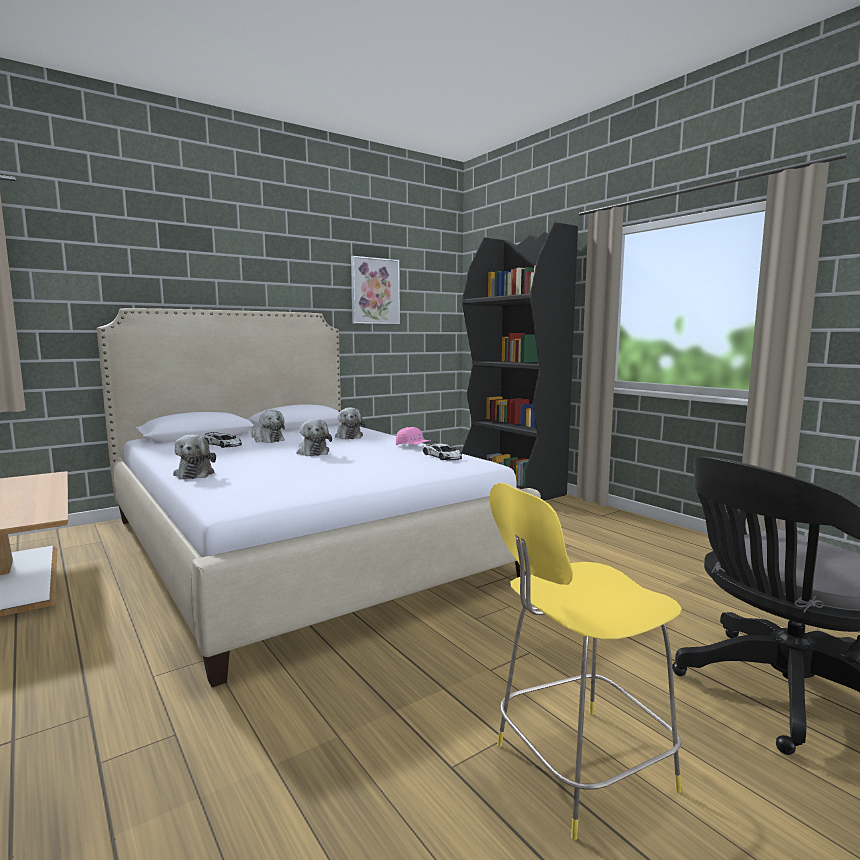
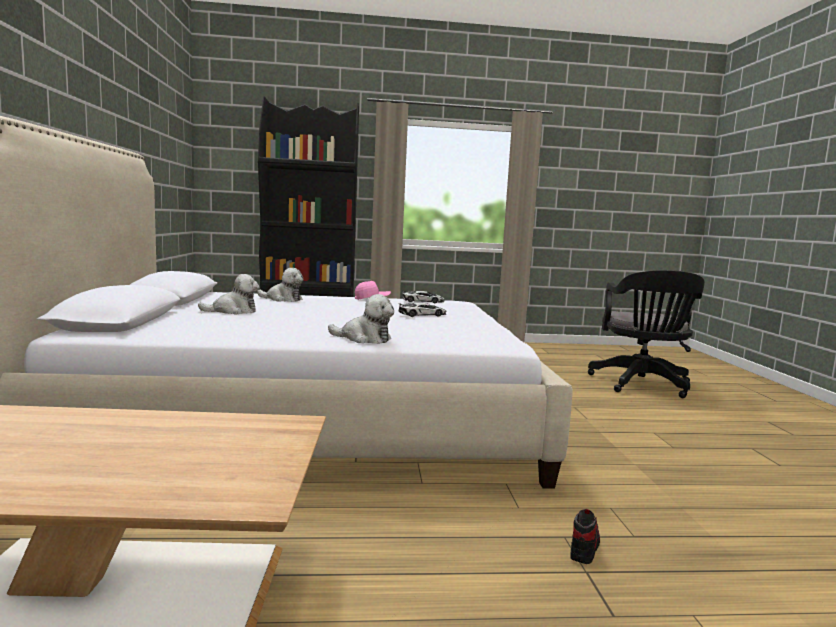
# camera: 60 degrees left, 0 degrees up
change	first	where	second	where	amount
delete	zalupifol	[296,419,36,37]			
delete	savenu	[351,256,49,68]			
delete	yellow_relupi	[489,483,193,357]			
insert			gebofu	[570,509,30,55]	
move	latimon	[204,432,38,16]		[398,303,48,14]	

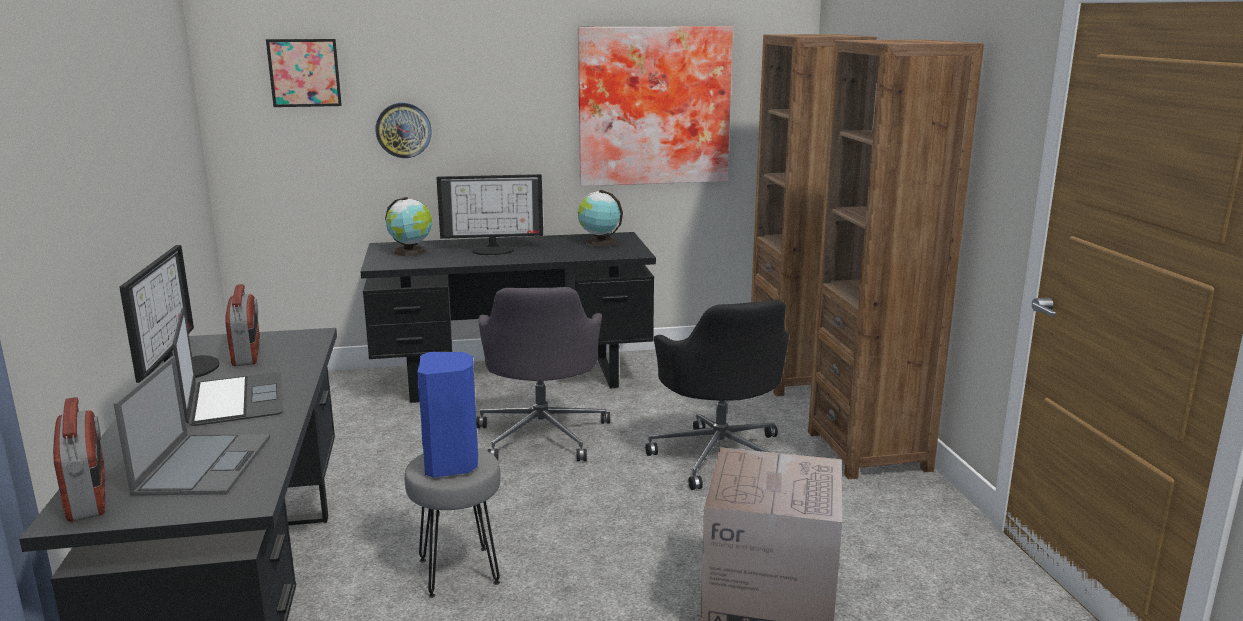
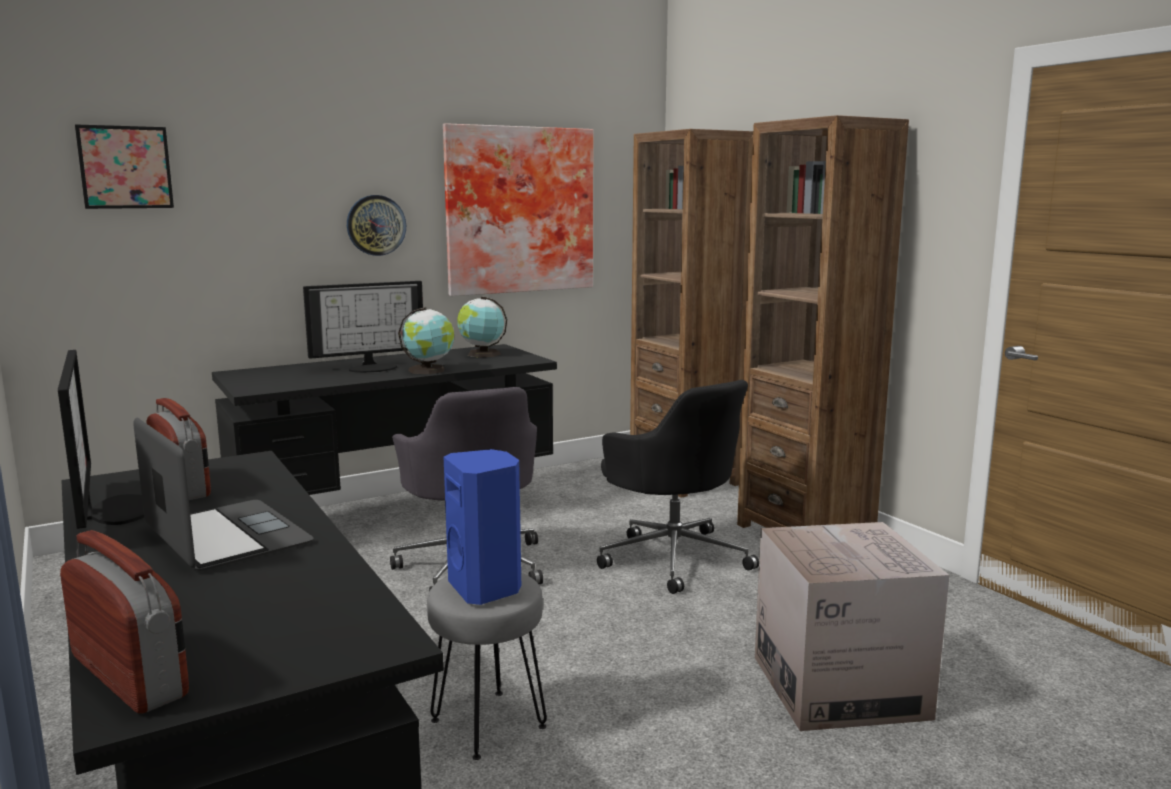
# camera: 20 degrees left, 5 degrees down
change	first	where	second	where	amount
delete	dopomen	[114,356,156,140]			
move	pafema	[375,103,57,55]		[347,195,59,61]	
move	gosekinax	[385,197,47,59]		[398,307,56,67]	

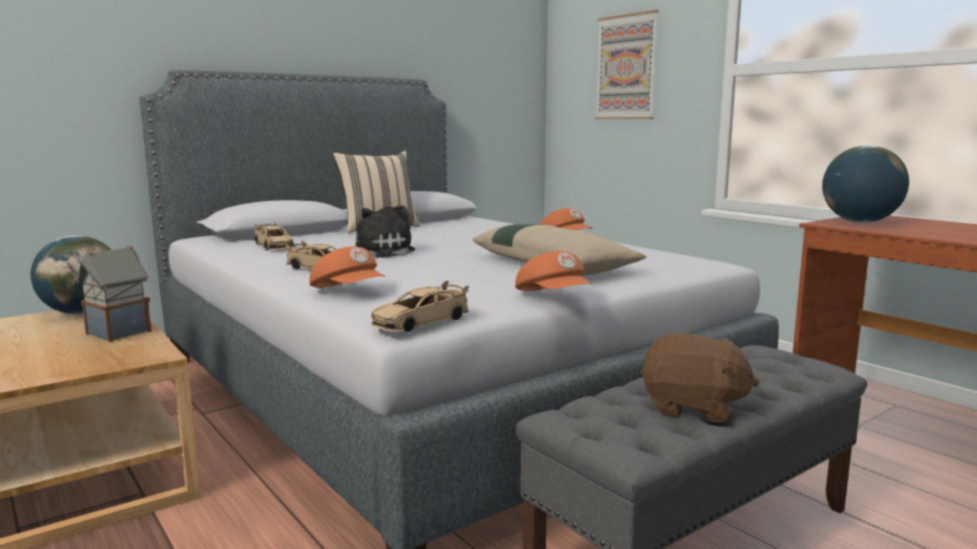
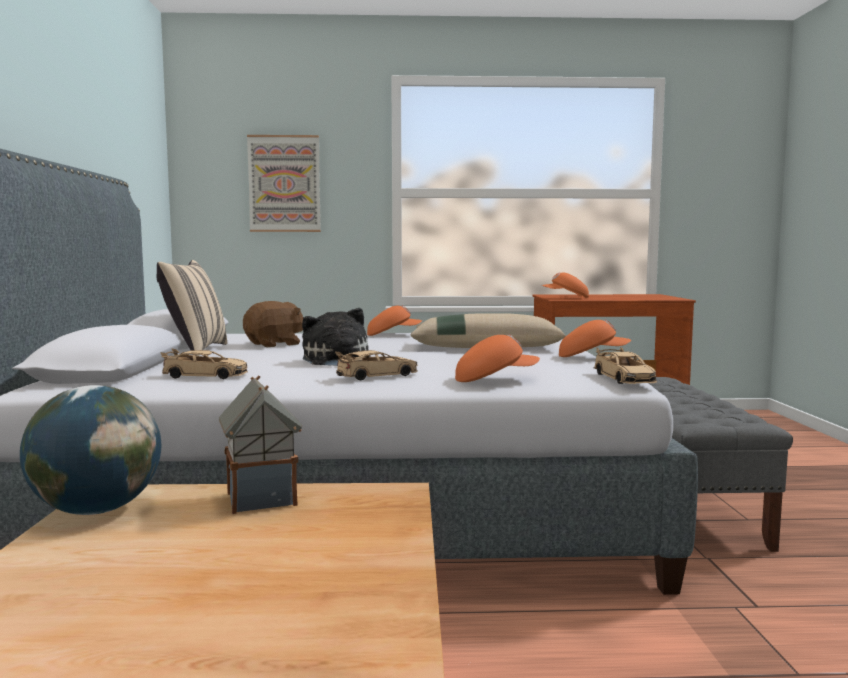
# camera: 55 degrees left, 5 degrees down
change	first	where	second	where	amount
move	brown_zalupifol	[640,333,120,90]		[243,301,61,46]	
replace	gosekinax	[822,145,87,78]	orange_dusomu	[542,272,47,26]	

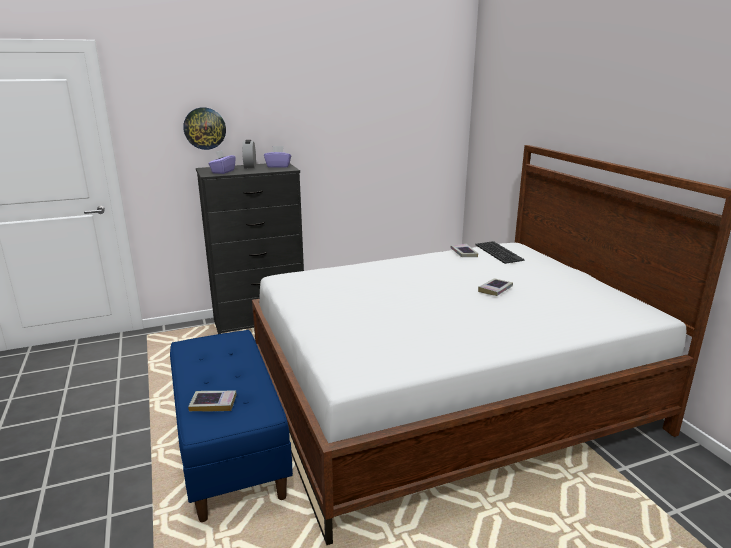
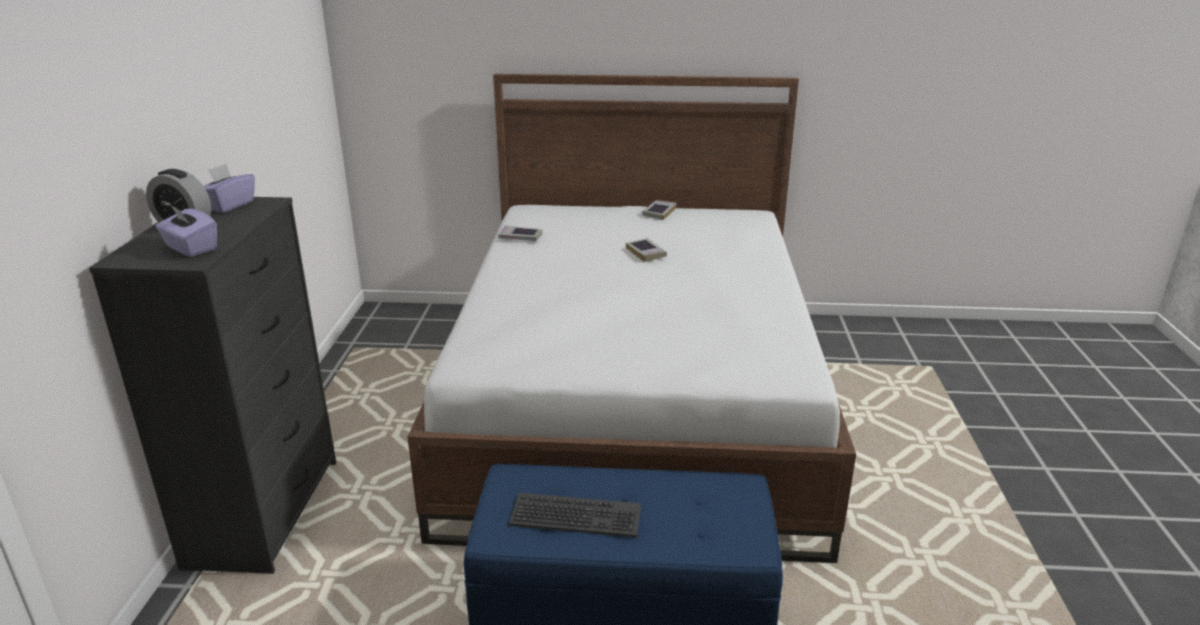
# camera: 65 degrees left, 5 degrees up
change	first	where	second	where	amount
delete	pafema	[183,107,43,43]			
move	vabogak	[188,391,49,21]		[642,200,34,20]	
move	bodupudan	[475,241,49,23]		[508,493,133,45]	

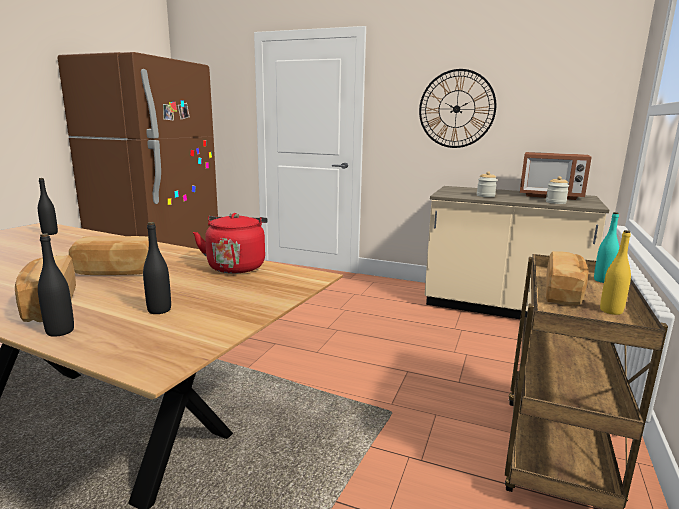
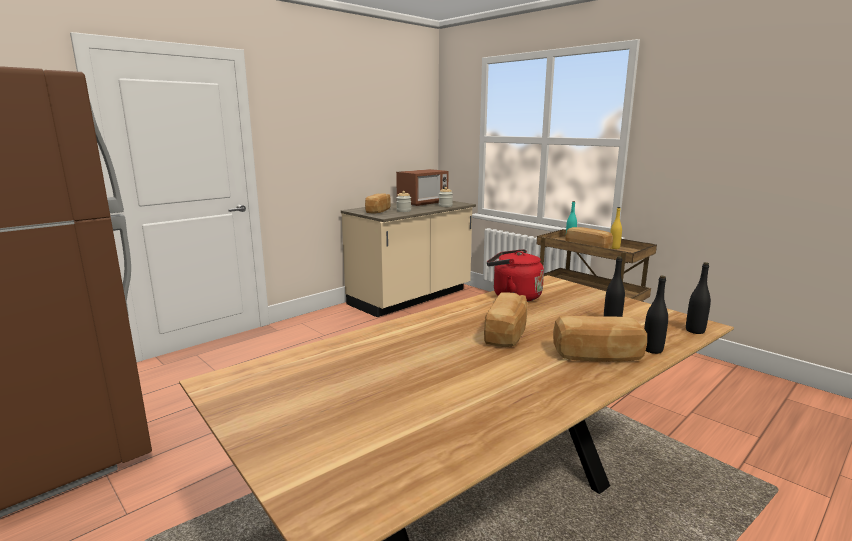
# camera: 65 degrees left, 0 degrees up
change	first	where	second	where	amount
delete	pafema	[419,69,77,79]			
insert			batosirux	[365,194,26,20]	
move	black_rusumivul	[38,178,20,57]		[686,262,25,72]	

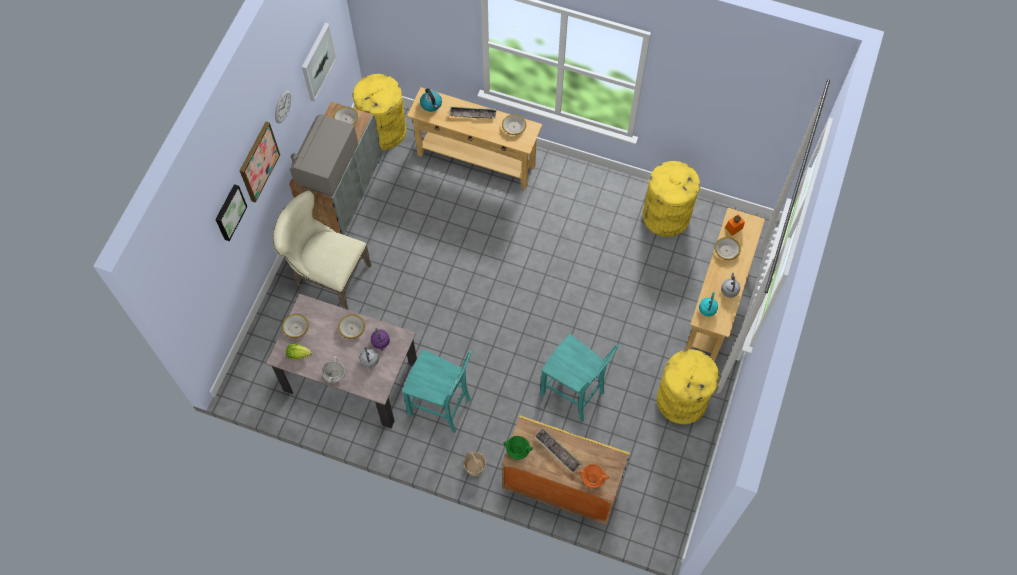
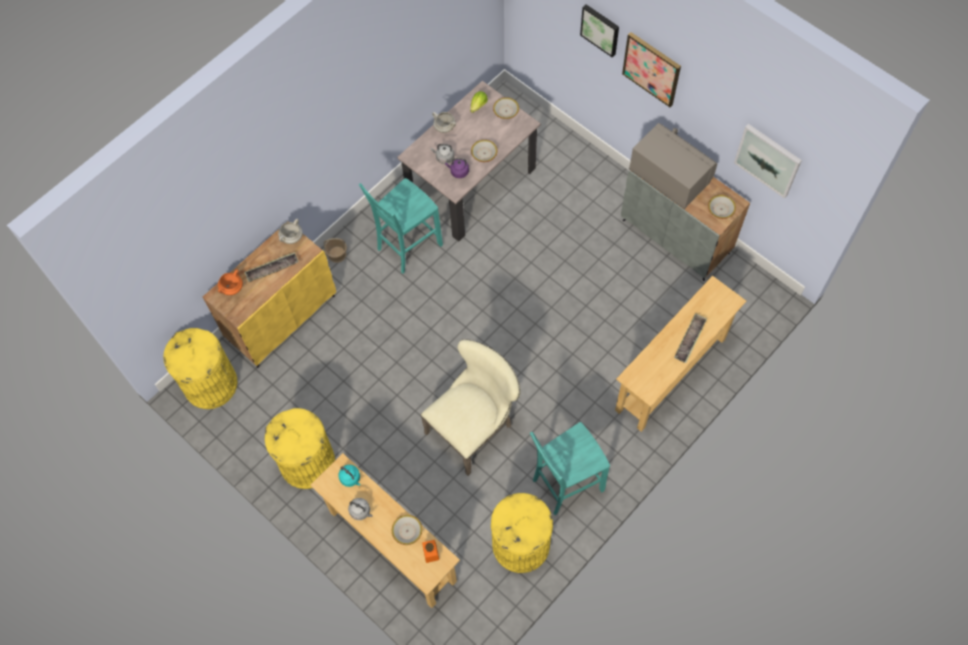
# camera: 115 degrees right, 0 degrees up
change	first	where	second	where	amount
delete	pafema	[275,90,16,34]			
delete	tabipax	[420,88,22,24]			
delete	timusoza	[502,114,24,21]			
move	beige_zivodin	[272,190,99,120]		[421,339,100,137]	
move	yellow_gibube	[353,74,53,76]		[163,328,75,81]	
move	turquoise_zivodin	[540,334,79,88]		[530,422,80,93]	
recolor	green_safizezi	[503,436,30,24]	white_safizezi	[278,218,25,26]	

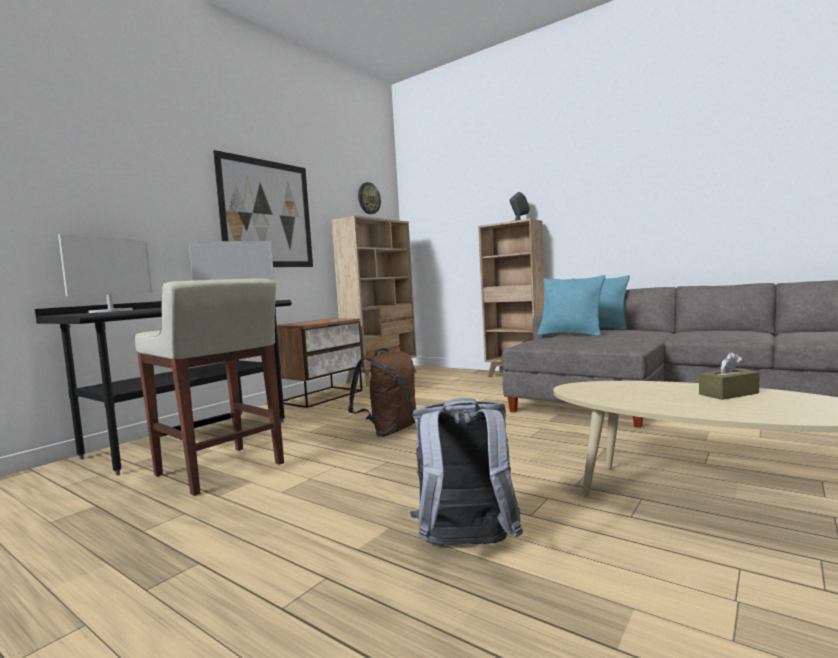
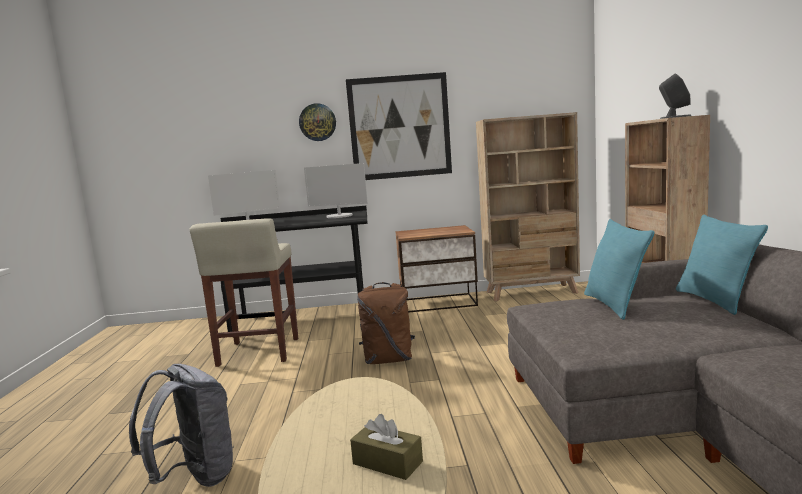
# camera: 50 degrees right, 5 degrees up
change	first	where	second	where	amount
move	pafema	[358,182,23,32]		[299,103,37,38]	

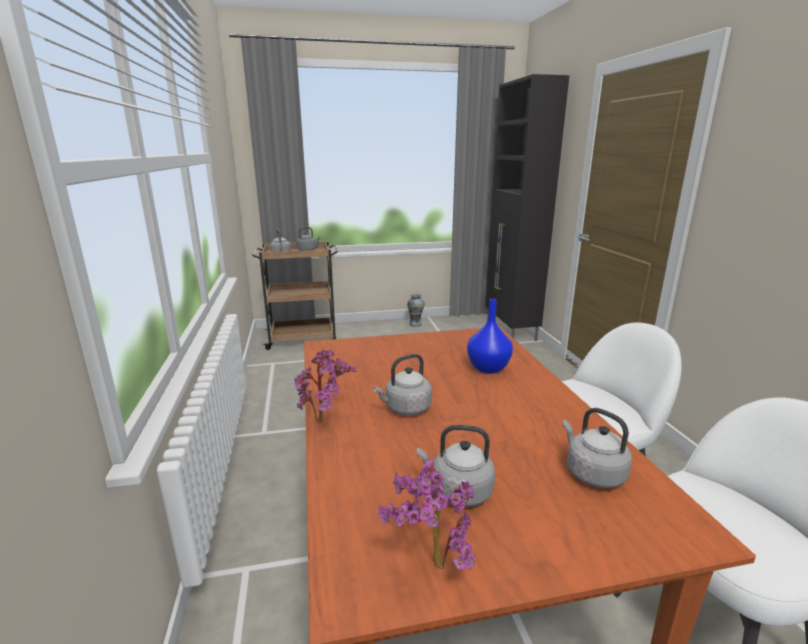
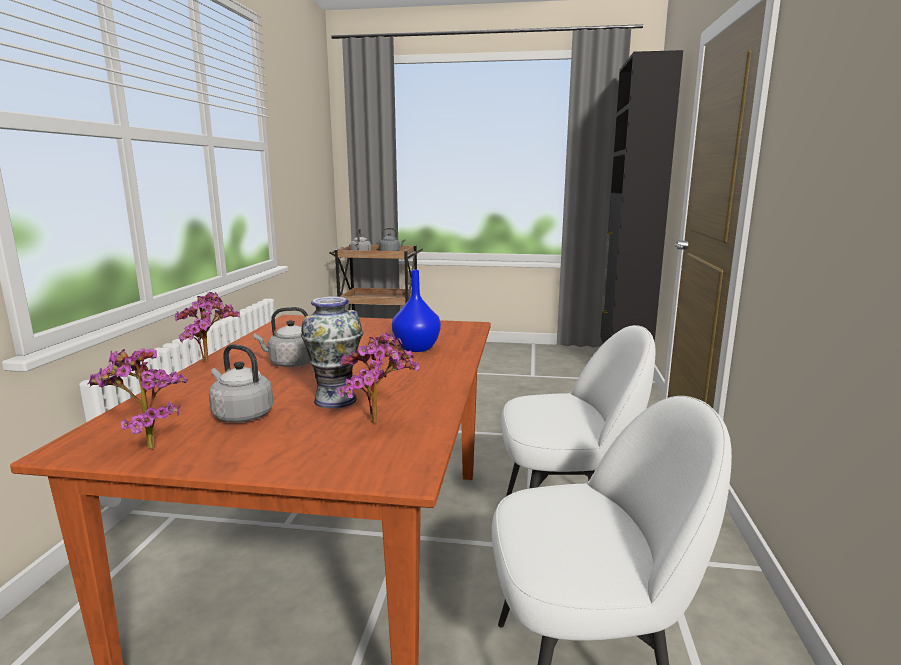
# camera: 20 degrees right, 5 degrees down
change	first	where	second	where	amount
move	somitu	[407,293,18,34]		[301,296,62,112]	
replace	grey_tabipax	[562,408,70,80]	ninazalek	[336,332,83,92]	

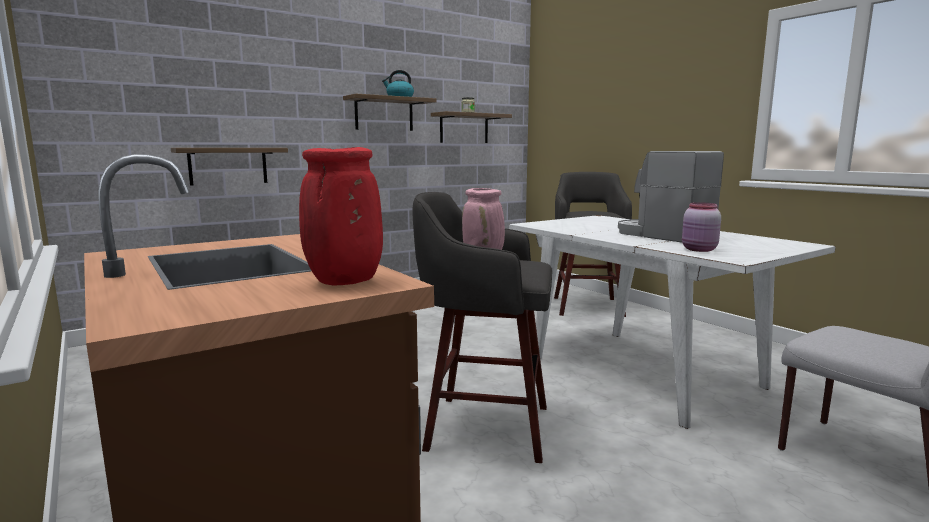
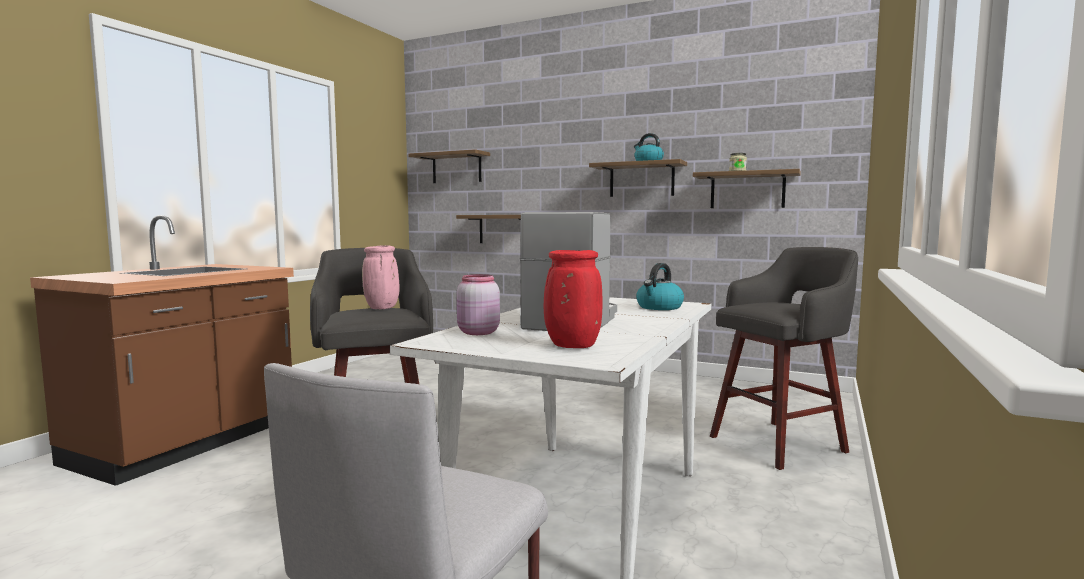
# camera: 60 degrees right, 5 degrees down
change	first	where	second	where	amount
insert			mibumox	[408,149,82,34]	
insert			tabipax	[636,263,48,47]	
move	red_somitu	[299,147,84,138]		[544,250,58,98]	

